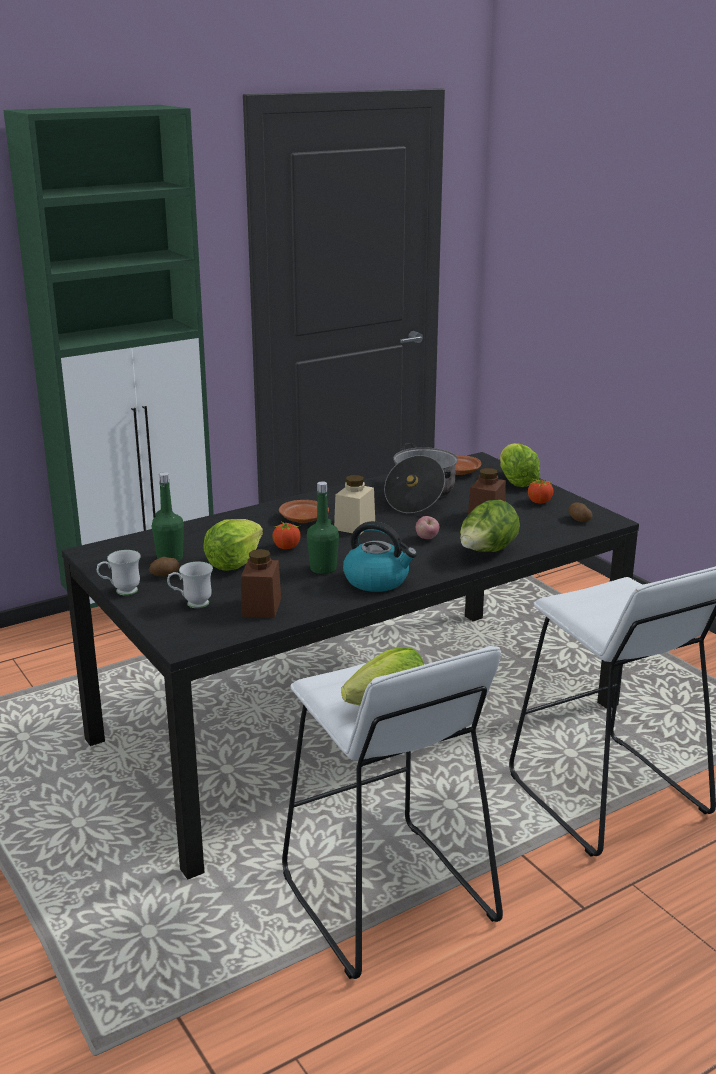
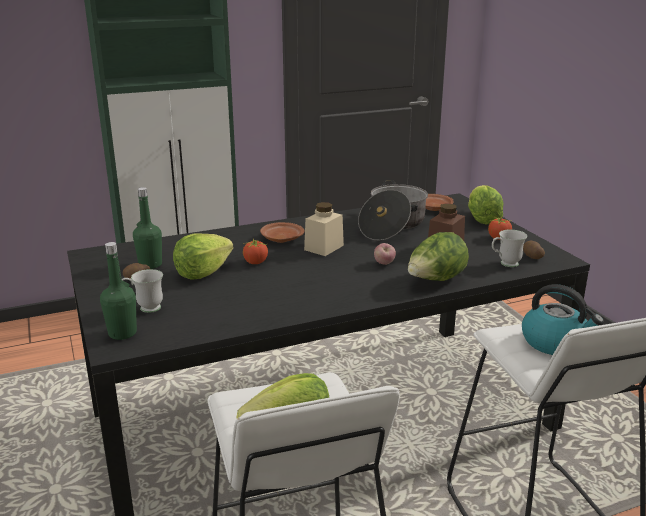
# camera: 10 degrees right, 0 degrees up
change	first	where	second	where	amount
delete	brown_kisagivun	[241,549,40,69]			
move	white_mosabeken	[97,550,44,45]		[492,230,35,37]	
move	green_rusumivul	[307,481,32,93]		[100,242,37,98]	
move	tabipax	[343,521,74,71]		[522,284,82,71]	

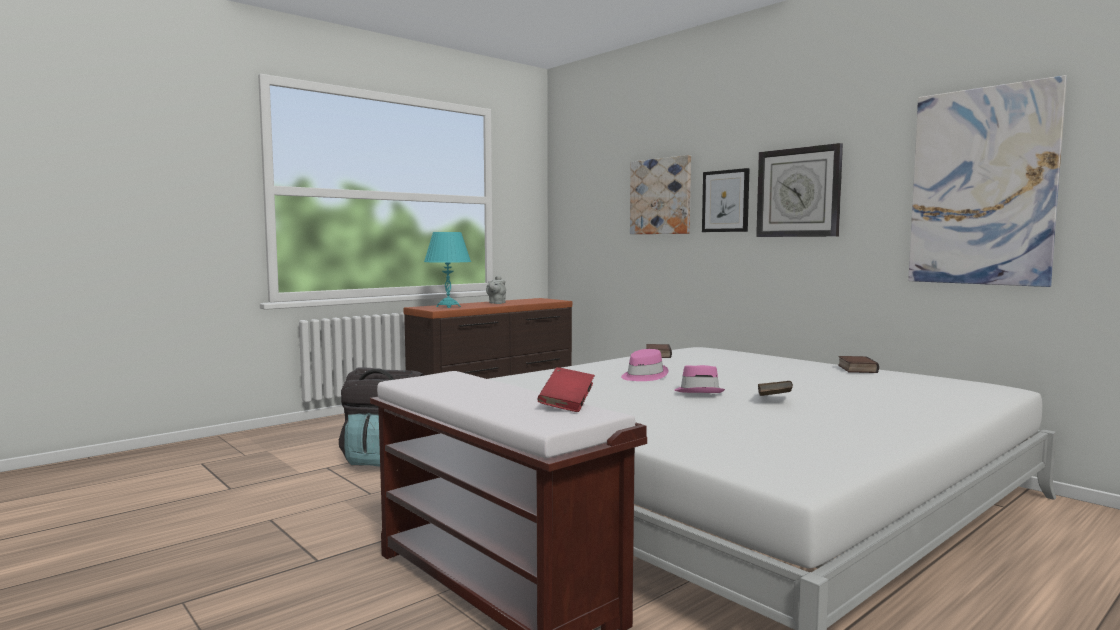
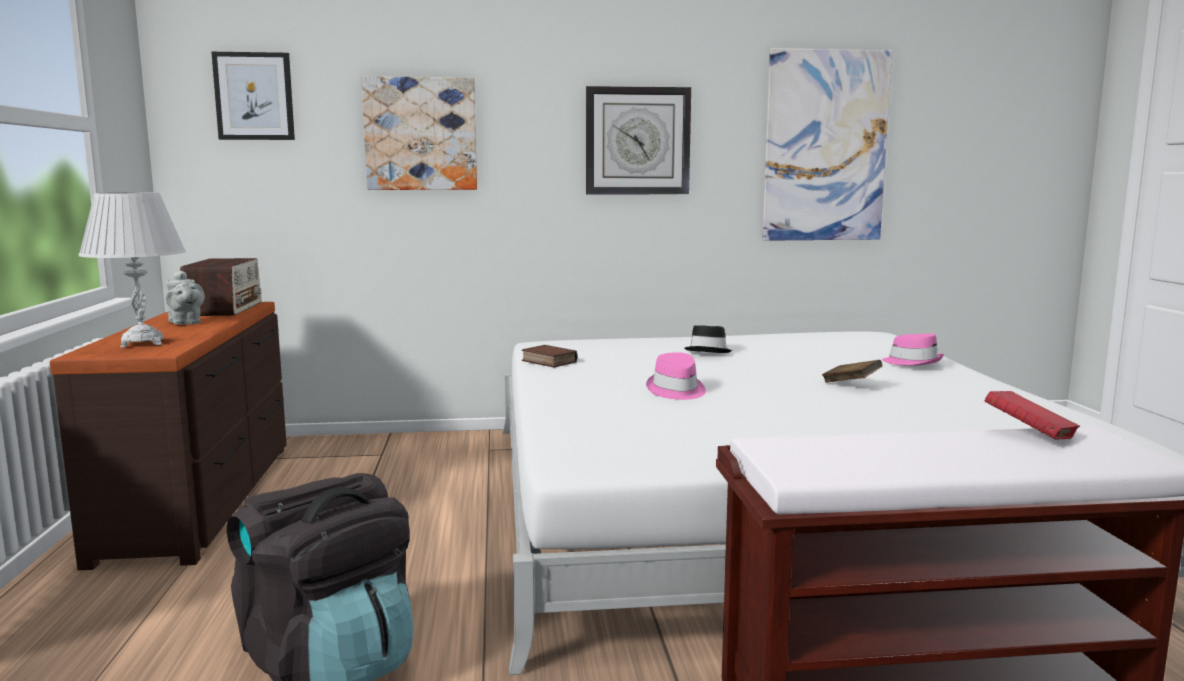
# camera: 55 degrees left, 5 degrees up
change	first	where	second	where	amount
delete	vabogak	[838,356,41,17]			
insert			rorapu	[180,258,82,58]	
insert			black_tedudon	[684,325,48,28]	
move	pink_tedudon	[674,365,51,28]		[882,333,62,33]	
move	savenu	[702,168,48,64]		[211,52,84,88]	
recolor	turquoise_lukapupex	[424,232,47,76]	white_lukapupex	[78,192,108,156]	

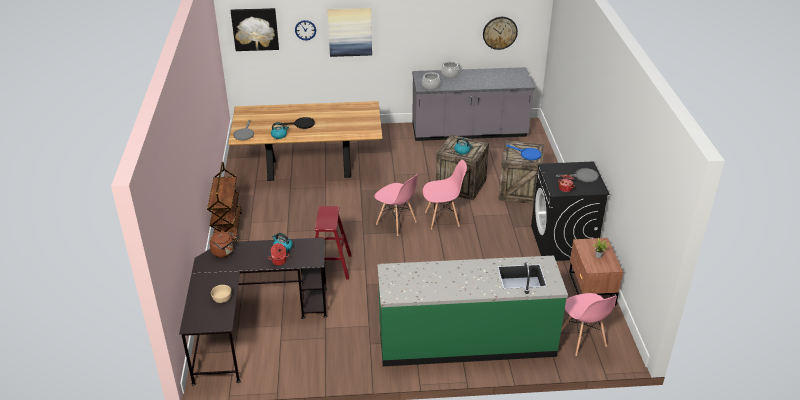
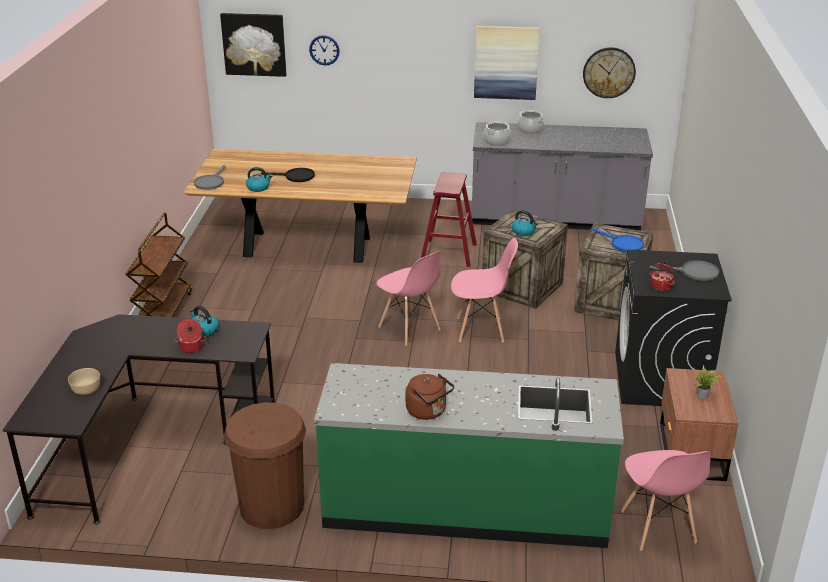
# camera: 10 degrees right, 5 degrees down
change	first	where	second	where	amount
insert			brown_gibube	[224,402,82,127]	
move	brown_tabipax	[210,231,27,26]		[406,374,48,46]	
move	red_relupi	[315,206,37,74]		[421,172,56,95]	
move	savenu	[327,8,45,49]		[474,26,66,74]	

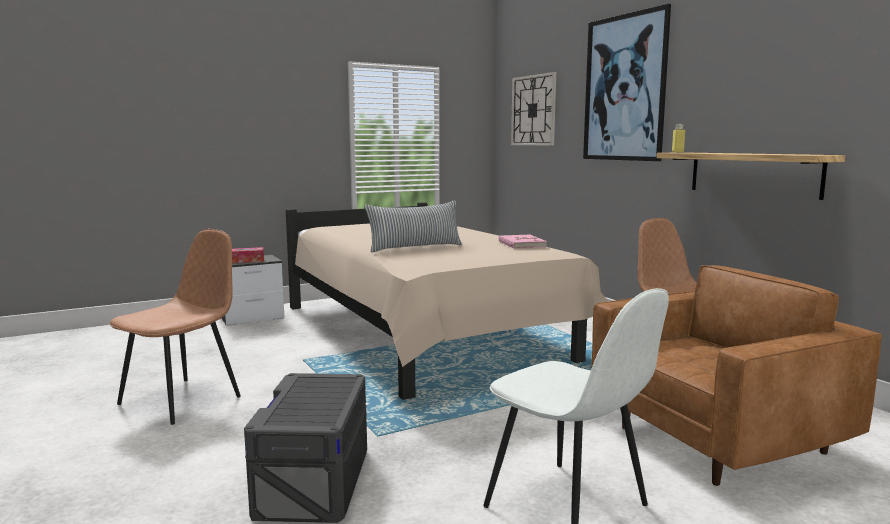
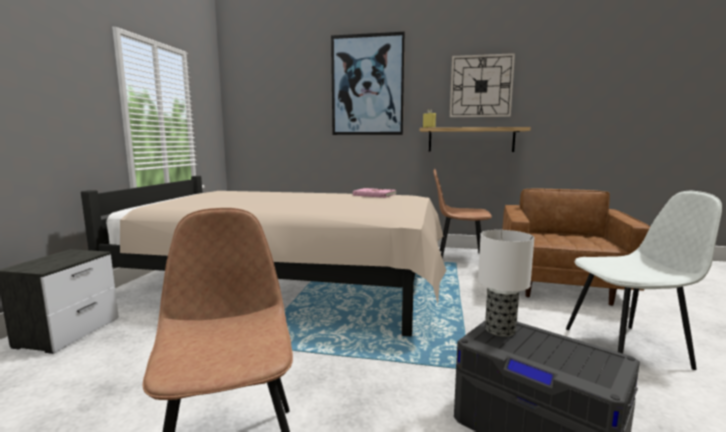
# camera: 50 degrees left, 0 degrees up
change	first	where	second	where	amount
delete	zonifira	[232,247,32,16]			
delete	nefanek	[364,201,98,51]			
insert			lukapupex	[478,230,56,107]	
move	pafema	[511,72,45,73]		[450,53,65,64]	

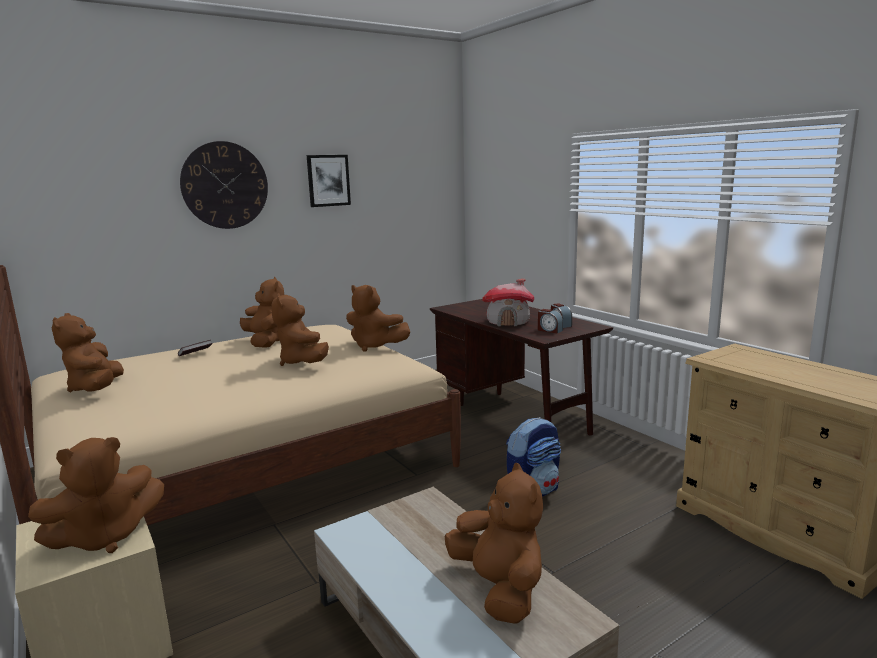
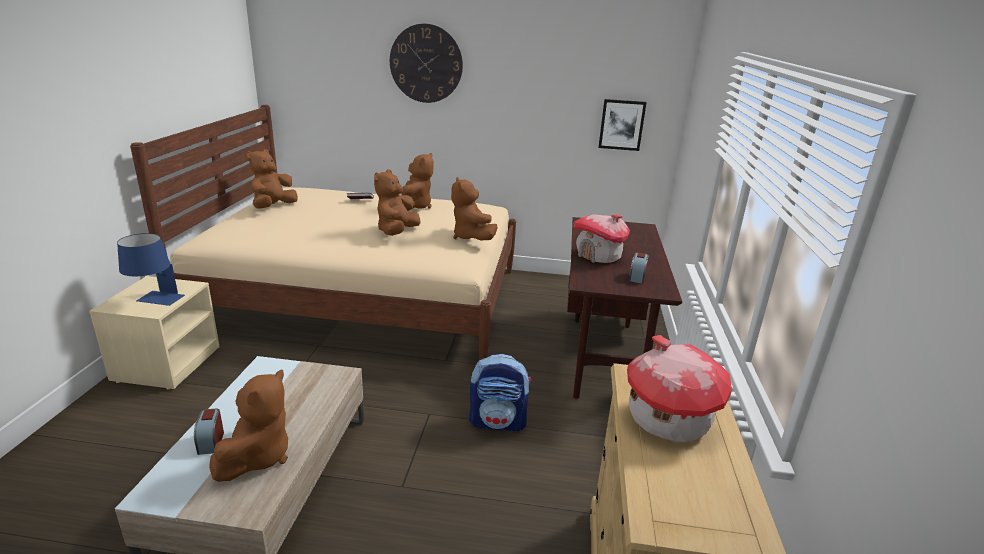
# camera: 40 degrees right, 10 degrees up
change	first	where	second	where	amount
insert			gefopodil	[627,335,105,108]	
move	savenu	[307,155,44,52]		[598,99,49,52]	
move	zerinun	[538,309,25,25]		[194,409,30,46]	
replace	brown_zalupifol	[28,437,136,116]	blue_lukapupex	[117,233,68,73]	

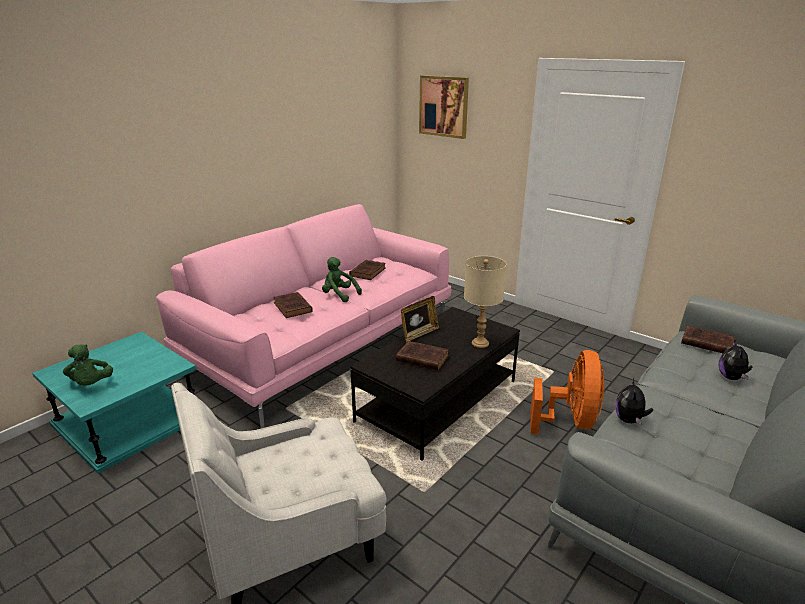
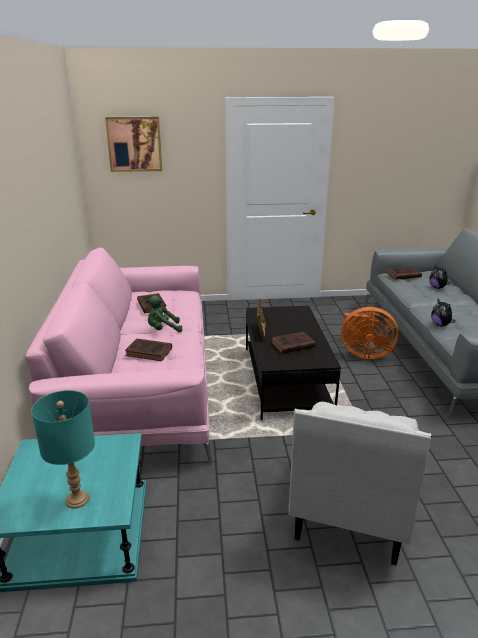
# camera: 45 degrees left, 0 degrees up
change	first	where	second	where	amount
delete	beige_lukapupex	[464,256,42,92]			
replace	green_zalupifol	[63,344,50,42]	turquoise_lukapupex	[31,390,64,119]	
rotate	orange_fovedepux	[530,350,74,85]		[341,307,58,52]	135 degrees clockwise

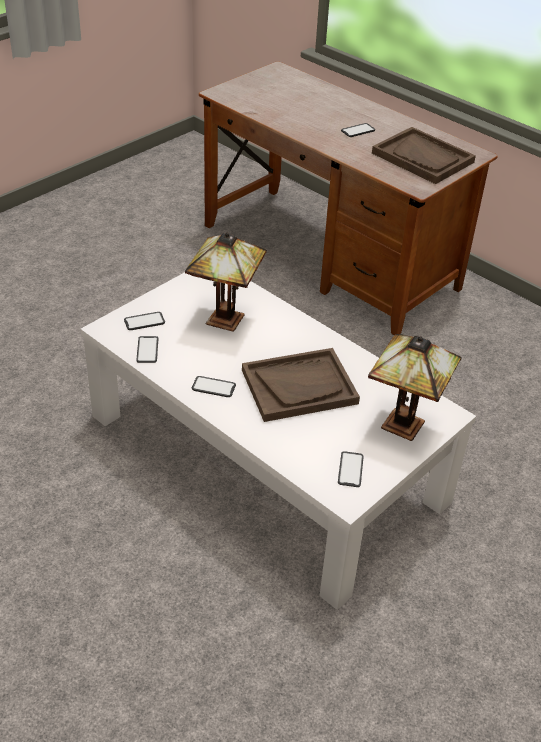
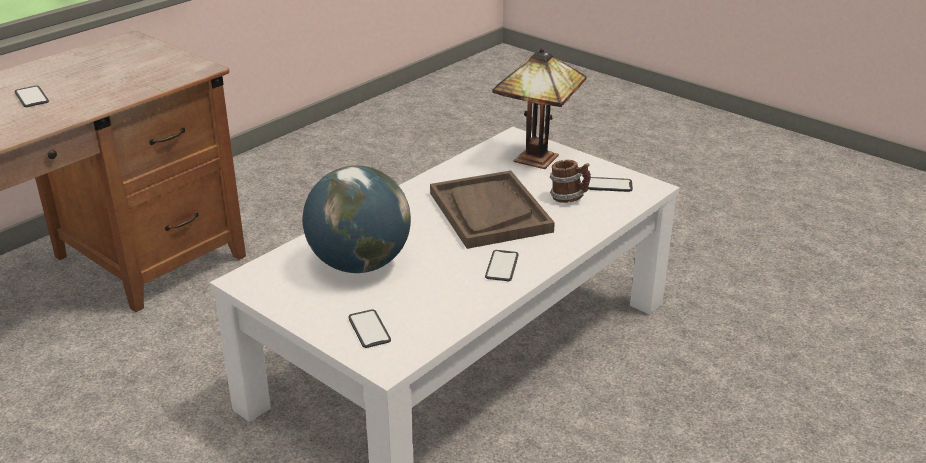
# camera: 90 degrees left, 10 degrees down
change	first	where	second	where	amount
delete	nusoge	[136,336,22,27]			
delete	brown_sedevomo	[372,127,104,57]			
insert			mosabeken	[550,160,41,43]	
replace	lukapupex	[185,233,82,99]	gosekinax	[303,166,108,107]	

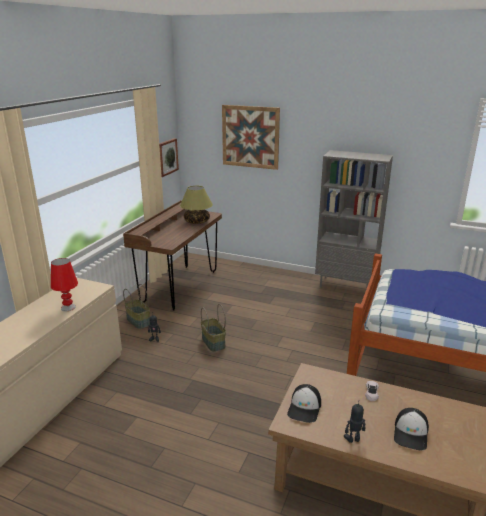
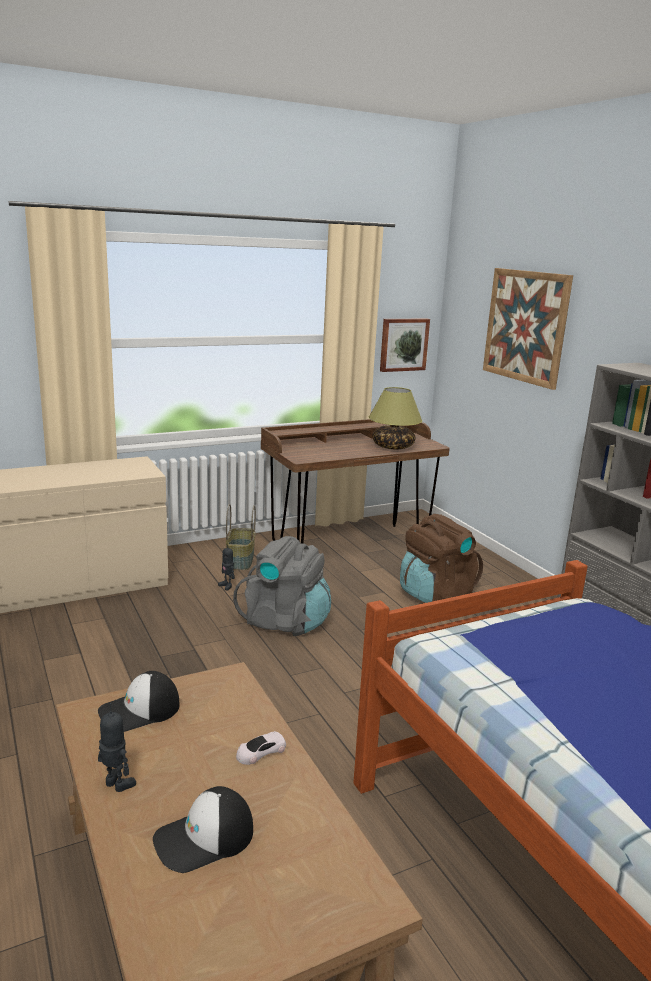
# camera: 40 degrees right, 5 degrees down
change	first	where	second	where	amount
delete	red_lukapupex	[51,258,27,53]			
insert			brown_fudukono	[400,514,83,89]	
replace	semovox	[201,304,25,48]	grey_fudukono	[233,536,98,100]	

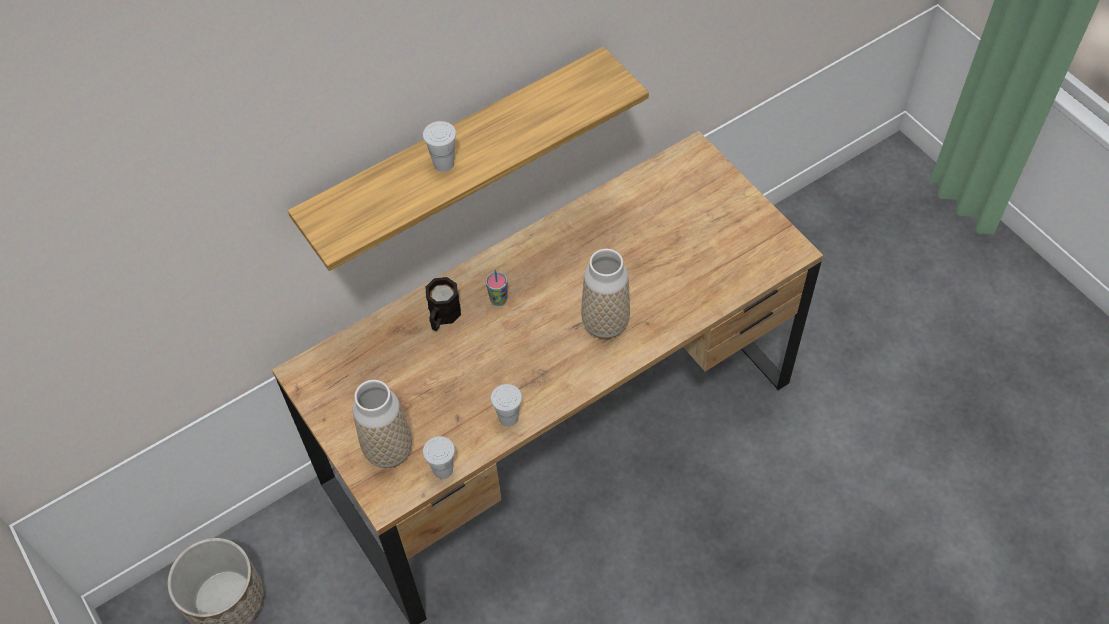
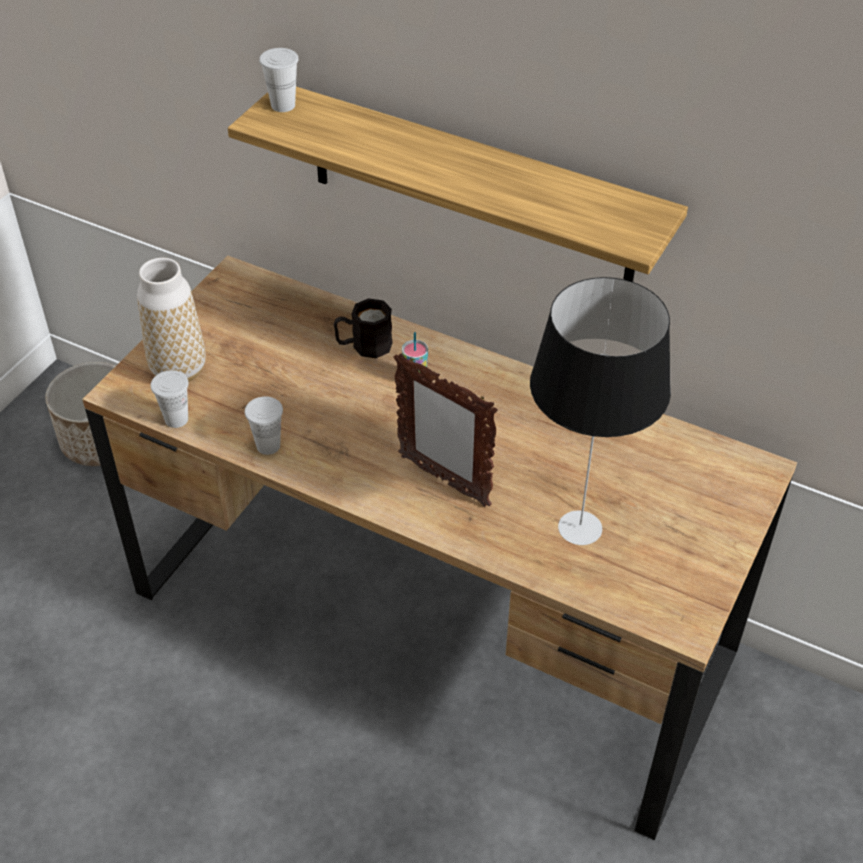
# camera: 60 degrees right, 10 degrees down
change	first	where	second	where	amount
insert			lukapupex	[530,277,141,268]	
move	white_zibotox	[423,121,33,51]		[259,48,40,64]	
replace	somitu	[581,249,49,90]	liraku	[394,353,104,154]	

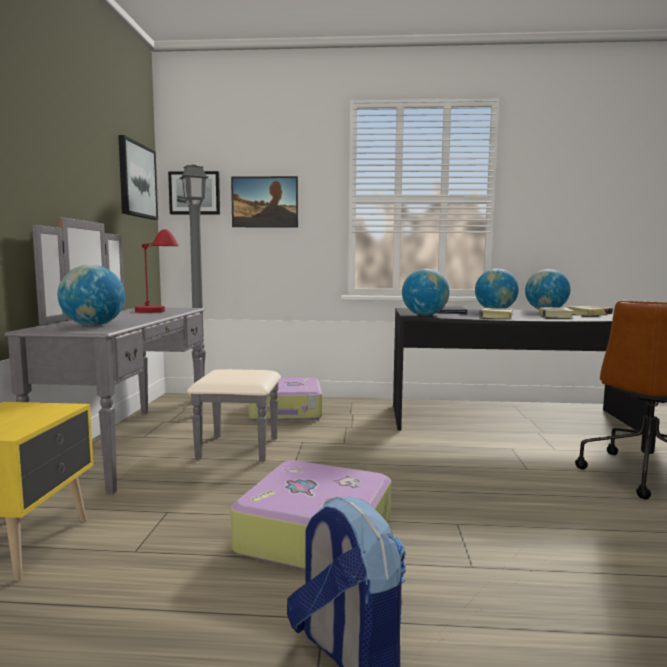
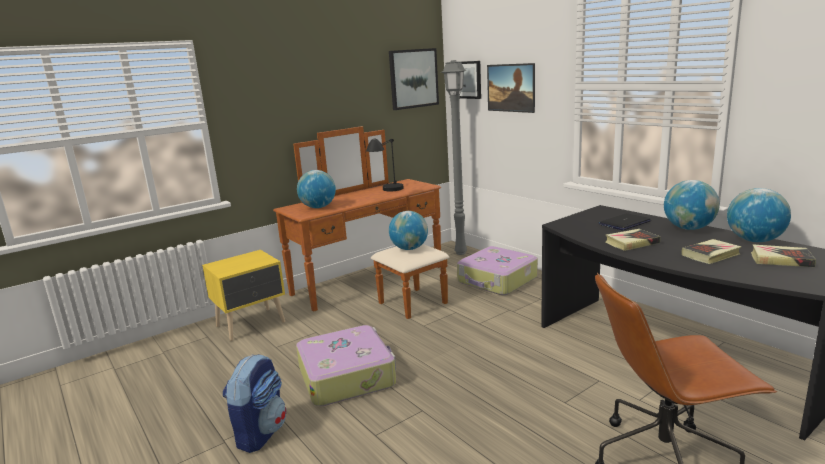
# camera: 50 degrees right, 10 degrees up
change	first	where	second	where	amount
move	gosekinax	[402,269,48,47]		[389,211,39,39]	
recolor	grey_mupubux	[5,217,276,277]	brown_mupubux	[273,126,176,193]	
recolor	red_lukapupex	[135,229,44,84]	black_lukapupex	[366,139,38,53]	

